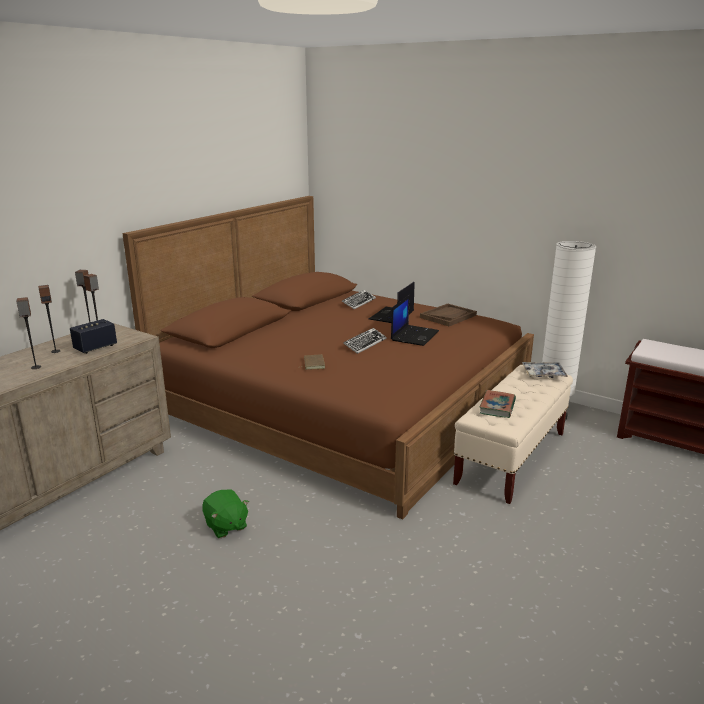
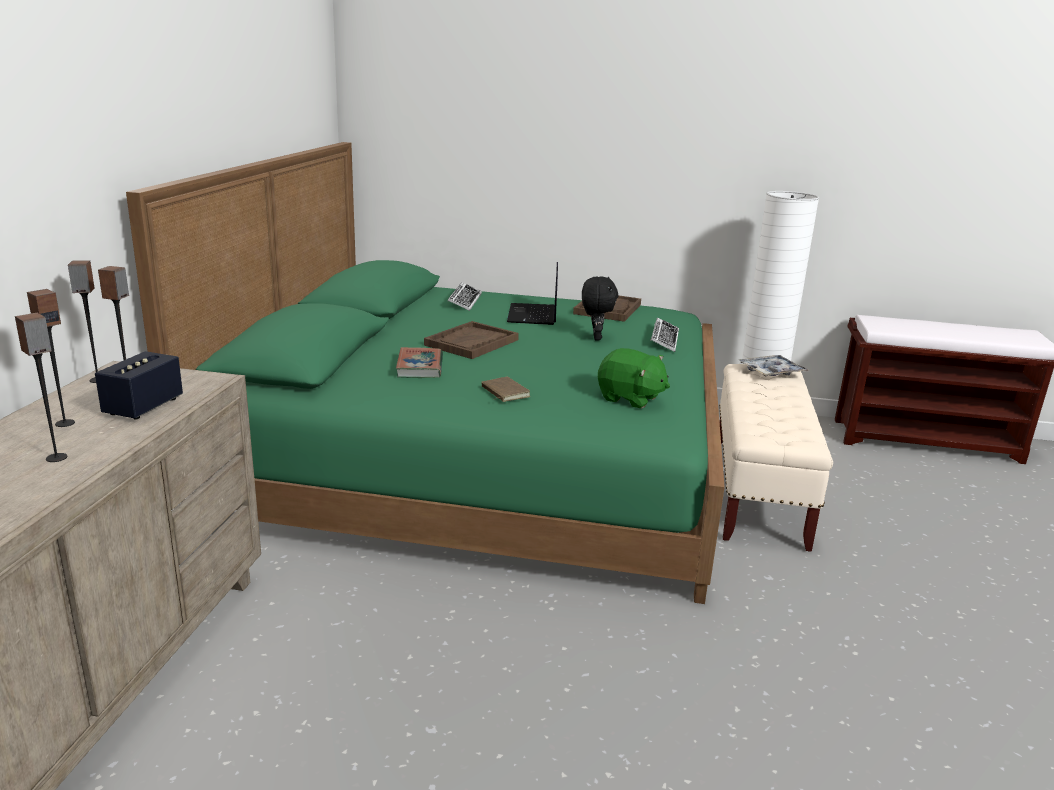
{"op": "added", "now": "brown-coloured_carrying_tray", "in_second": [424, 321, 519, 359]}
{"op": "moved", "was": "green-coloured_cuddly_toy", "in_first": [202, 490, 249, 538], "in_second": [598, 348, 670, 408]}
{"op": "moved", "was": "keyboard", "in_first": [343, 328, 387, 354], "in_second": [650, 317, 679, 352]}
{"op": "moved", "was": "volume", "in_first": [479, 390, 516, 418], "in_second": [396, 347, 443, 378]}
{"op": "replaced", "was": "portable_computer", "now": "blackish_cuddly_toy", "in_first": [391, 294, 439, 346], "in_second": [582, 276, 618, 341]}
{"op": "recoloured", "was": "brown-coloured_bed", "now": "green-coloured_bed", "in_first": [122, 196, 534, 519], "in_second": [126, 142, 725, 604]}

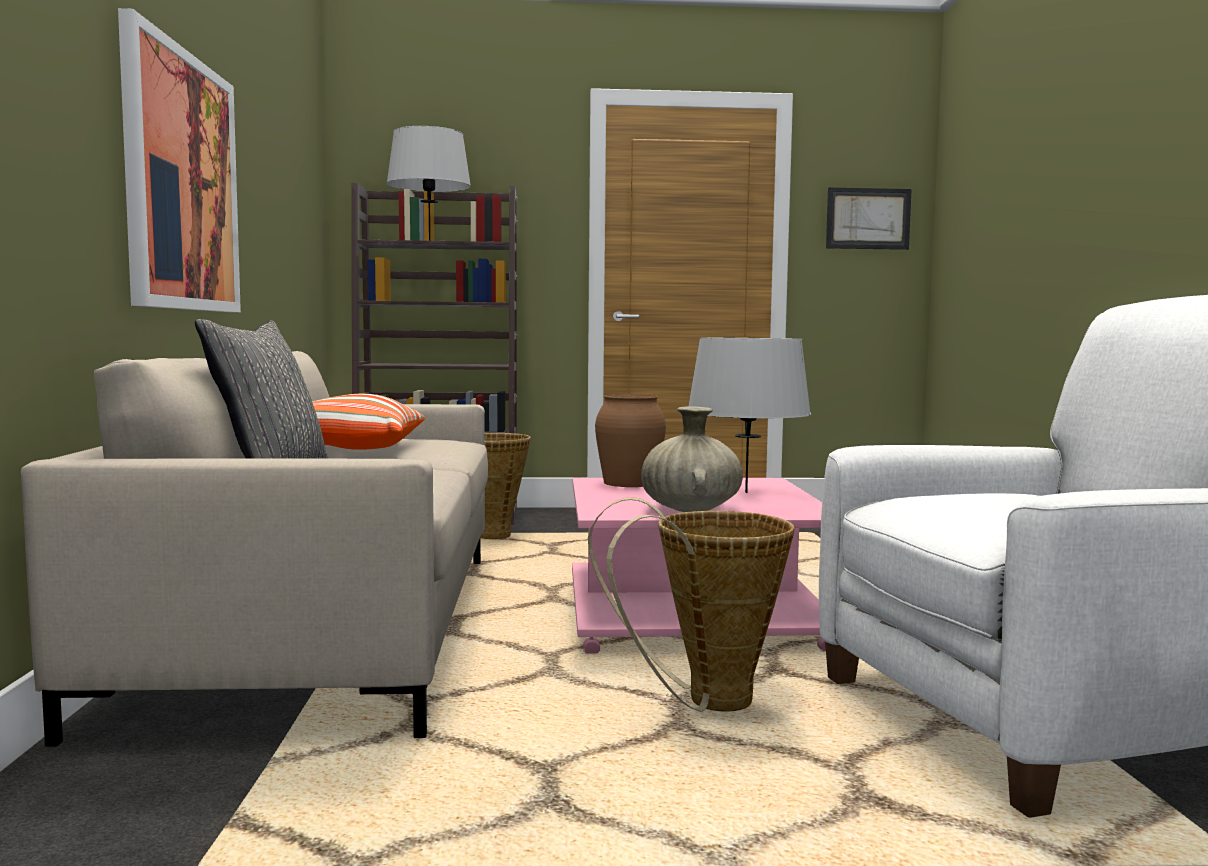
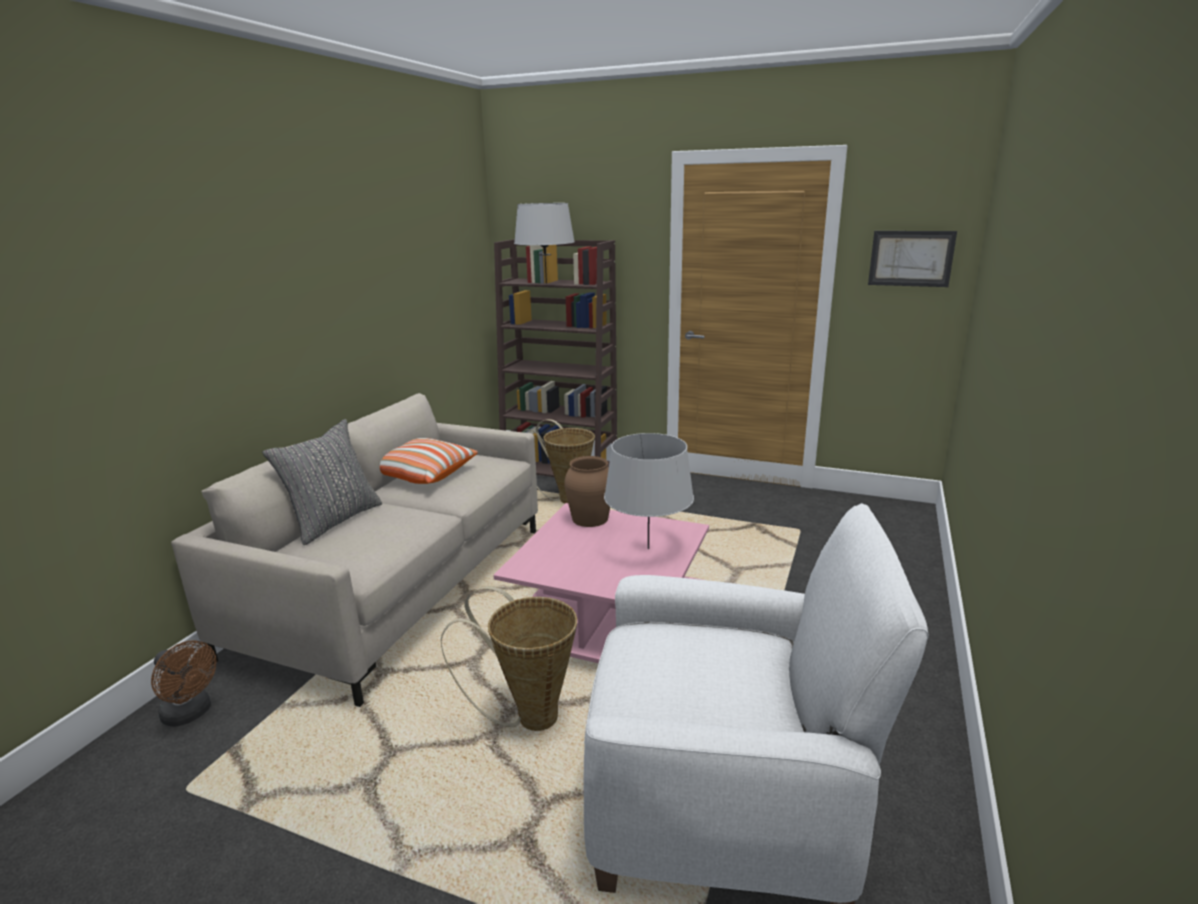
{"op": "removed", "was": "wall_art", "in_first": [118, 8, 241, 312]}
{"op": "removed", "was": "beige-coloured_flower_vase", "in_first": [641, 407, 743, 512]}
{"op": "added", "now": "brown-coloured_fan", "in_second": [151, 640, 216, 727]}

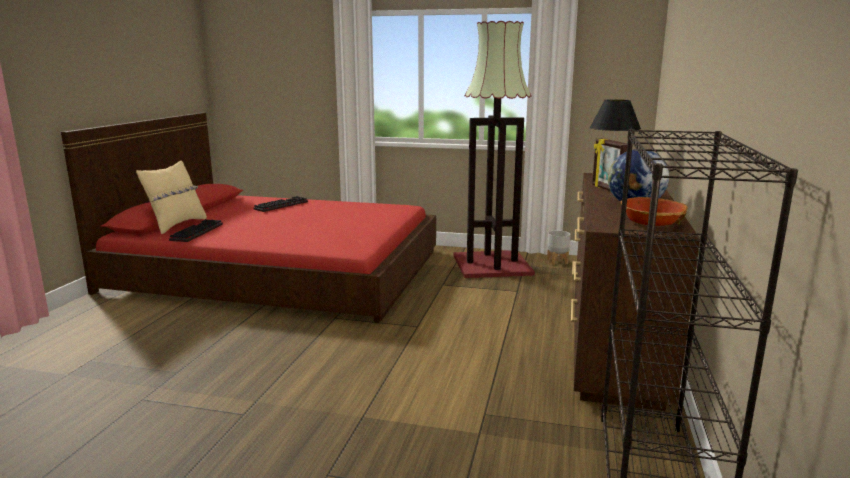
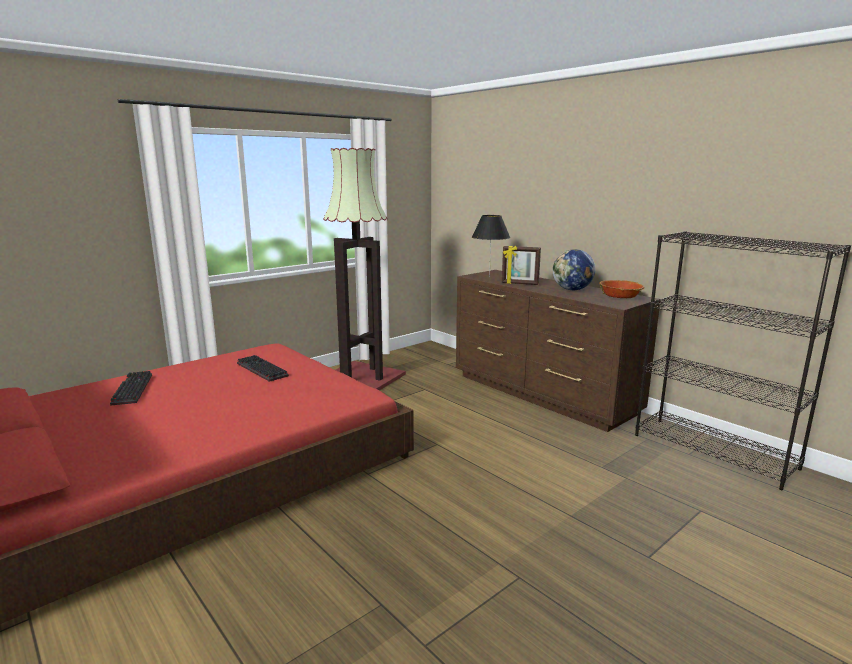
{"op": "removed", "was": "beige-coloured_cushion", "in_first": [136, 161, 207, 234]}
{"op": "removed", "was": "greyish_planter", "in_first": [547, 231, 571, 265]}
{"op": "moved", "was": "keyboard", "in_first": [169, 219, 223, 242], "in_second": [237, 355, 289, 382]}

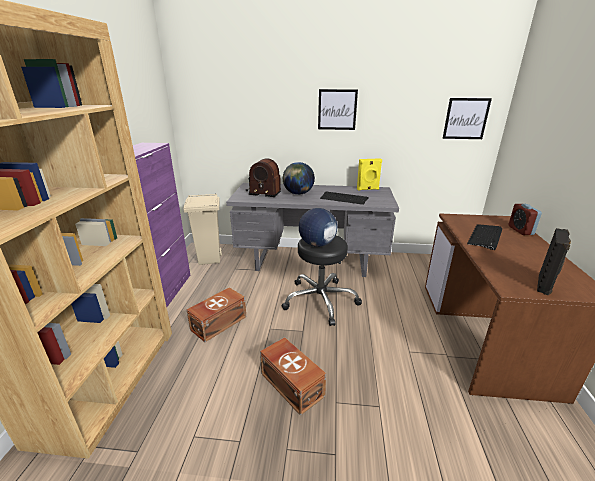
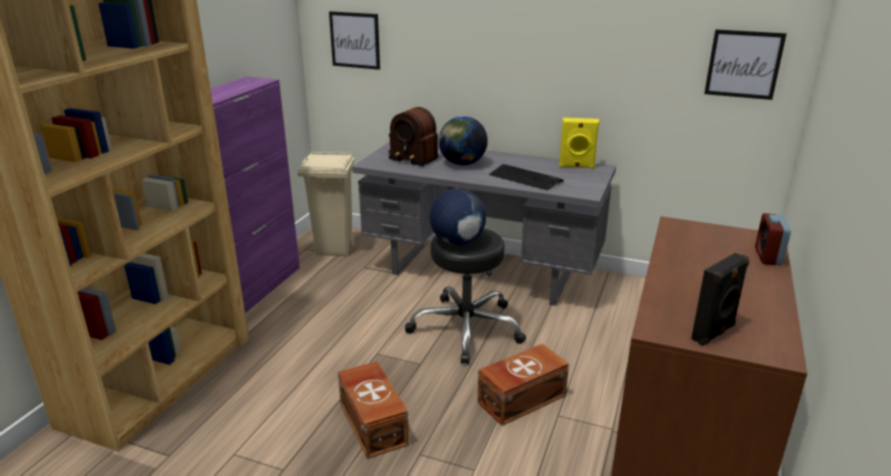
{"op": "removed", "was": "keyboard", "in_first": [467, 224, 502, 250]}
{"op": "moved", "was": "brown-coloured_storage_container", "in_first": [186, 287, 246, 342], "in_second": [478, 344, 569, 426]}
{"op": "moved", "was": "wall_art", "in_first": [318, 89, 358, 130], "in_second": [329, 11, 380, 70]}

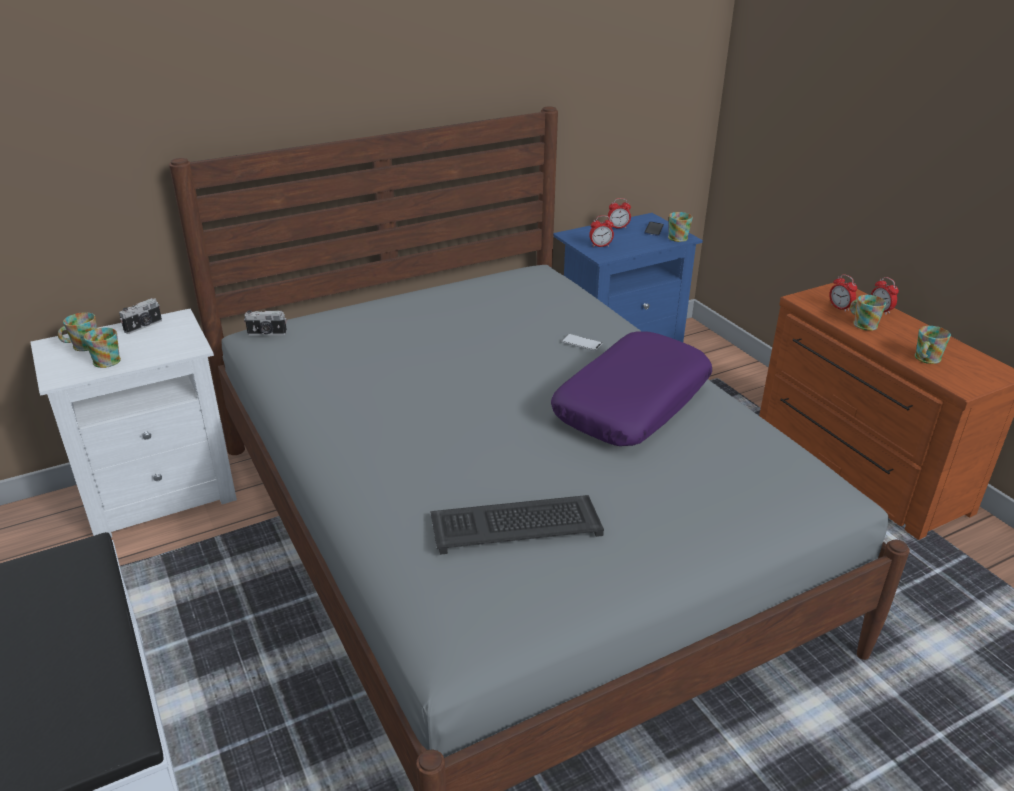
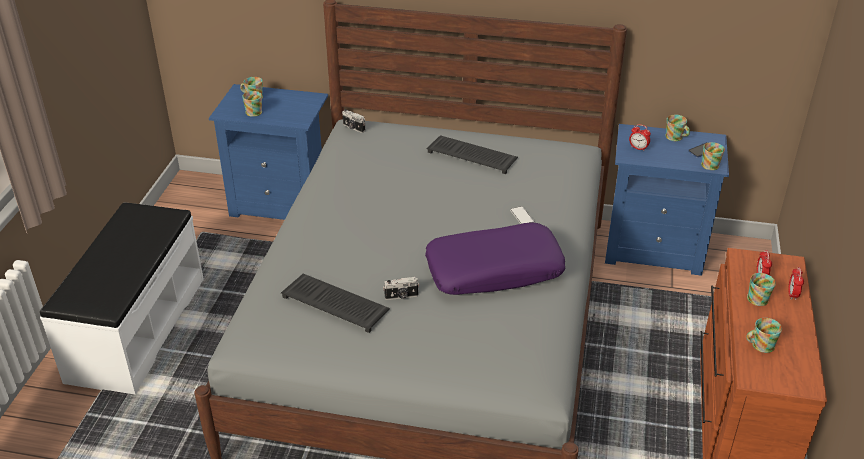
{"op": "added", "now": "keyboard", "in_second": [427, 135, 518, 174]}
{"op": "moved", "was": "still_camera", "in_first": [119, 298, 162, 334], "in_second": [383, 277, 419, 300]}
{"op": "replaced", "was": "alarm_clock", "now": "tea_mug", "in_first": [608, 198, 631, 229], "in_second": [665, 115, 690, 141]}
{"op": "recoloured", "was": "white-coloured_bedside_table", "now": "blue_bedside_table", "in_first": [30, 308, 237, 538], "in_second": [209, 84, 328, 220]}

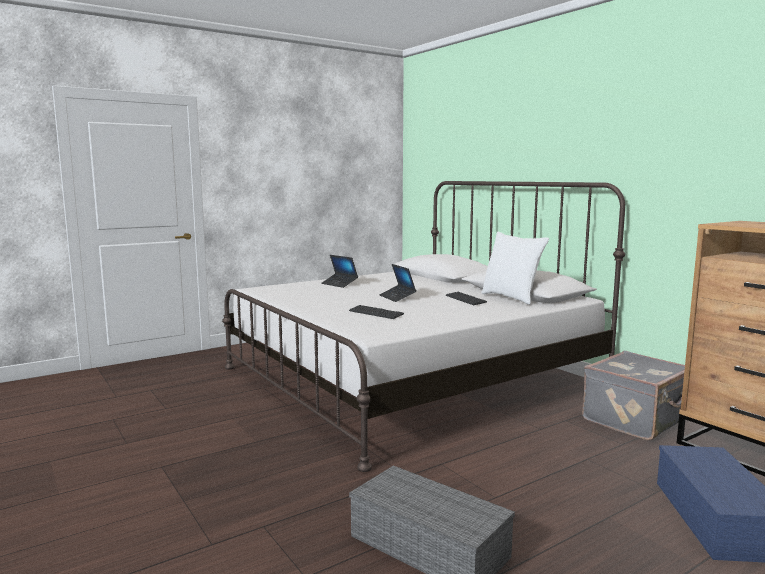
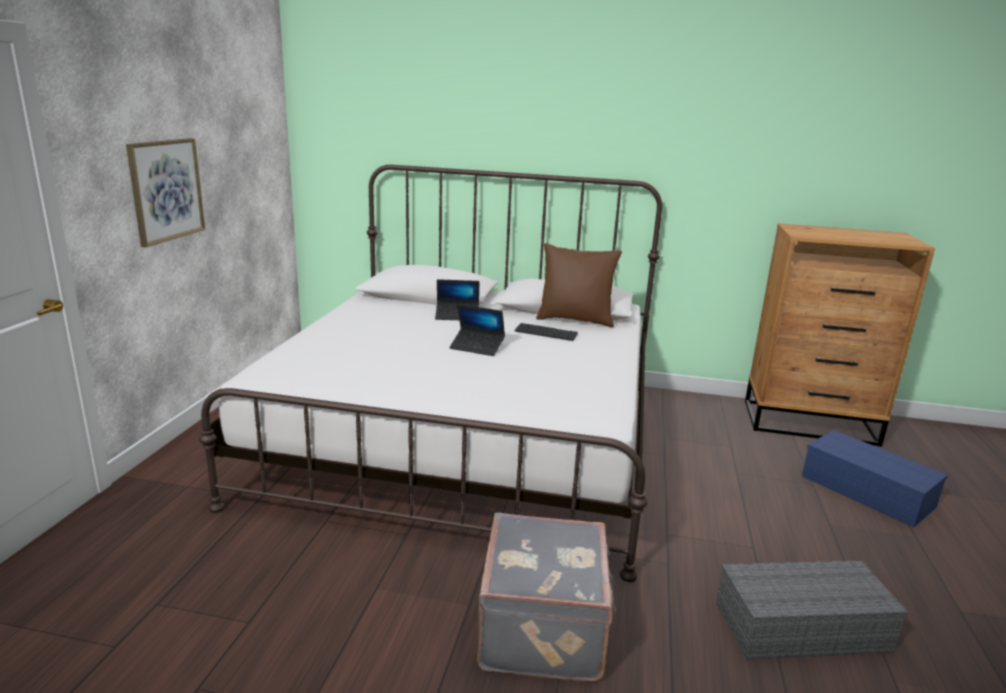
{"op": "removed", "was": "keyboard", "in_first": [349, 305, 404, 319]}
{"op": "added", "now": "wall_art", "in_second": [126, 138, 205, 247]}
{"op": "moved", "was": "portable_computer", "in_first": [321, 255, 358, 288], "in_second": [435, 279, 479, 320]}
{"op": "moved", "was": "greyish_travel_case", "in_first": [582, 351, 685, 440], "in_second": [477, 513, 616, 682]}
{"op": "recoloured", "was": "white-coloured_cushion", "now": "brown-coloured_cushion", "in_first": [481, 232, 549, 305], "in_second": [536, 243, 622, 327]}

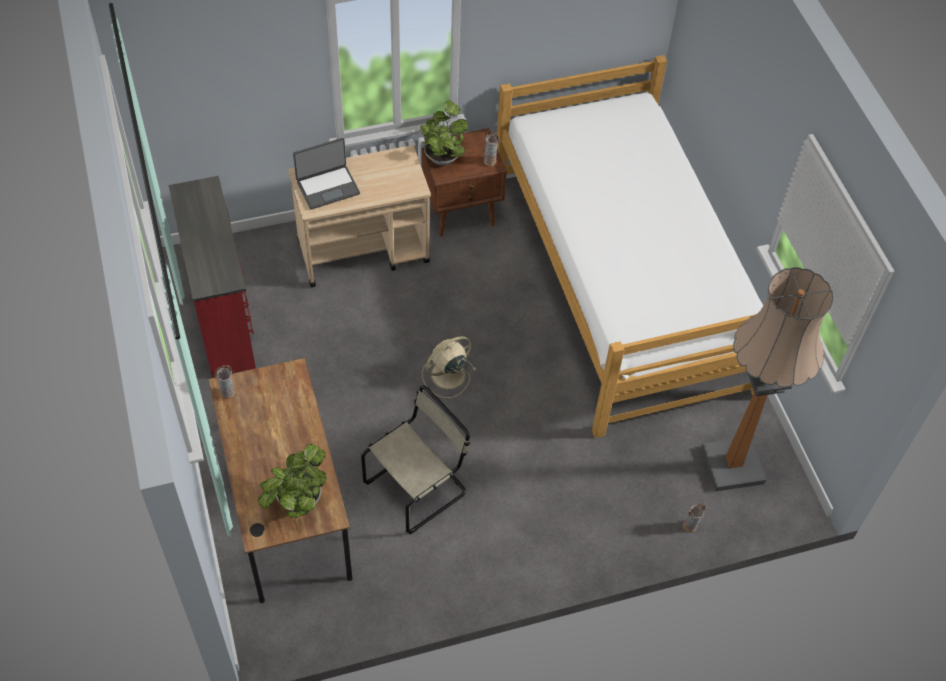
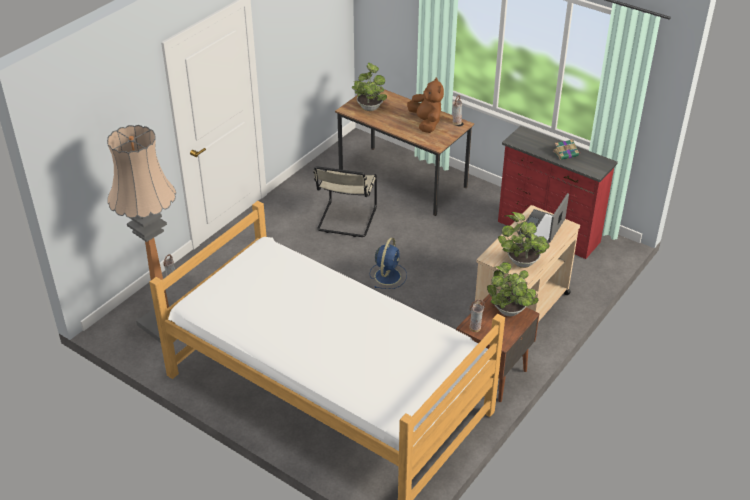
{"op": "added", "now": "brown-coloured_cuddly_toy", "in_second": [407, 78, 444, 133]}
{"op": "added", "now": "potted_plant", "in_second": [498, 212, 550, 268]}
{"op": "added", "now": "volume", "in_second": [553, 139, 580, 160]}
{"op": "recoloured", "was": "beige-coloured_fan", "now": "blue_fan", "in_first": [422, 336, 476, 398], "in_second": [370, 238, 407, 289]}

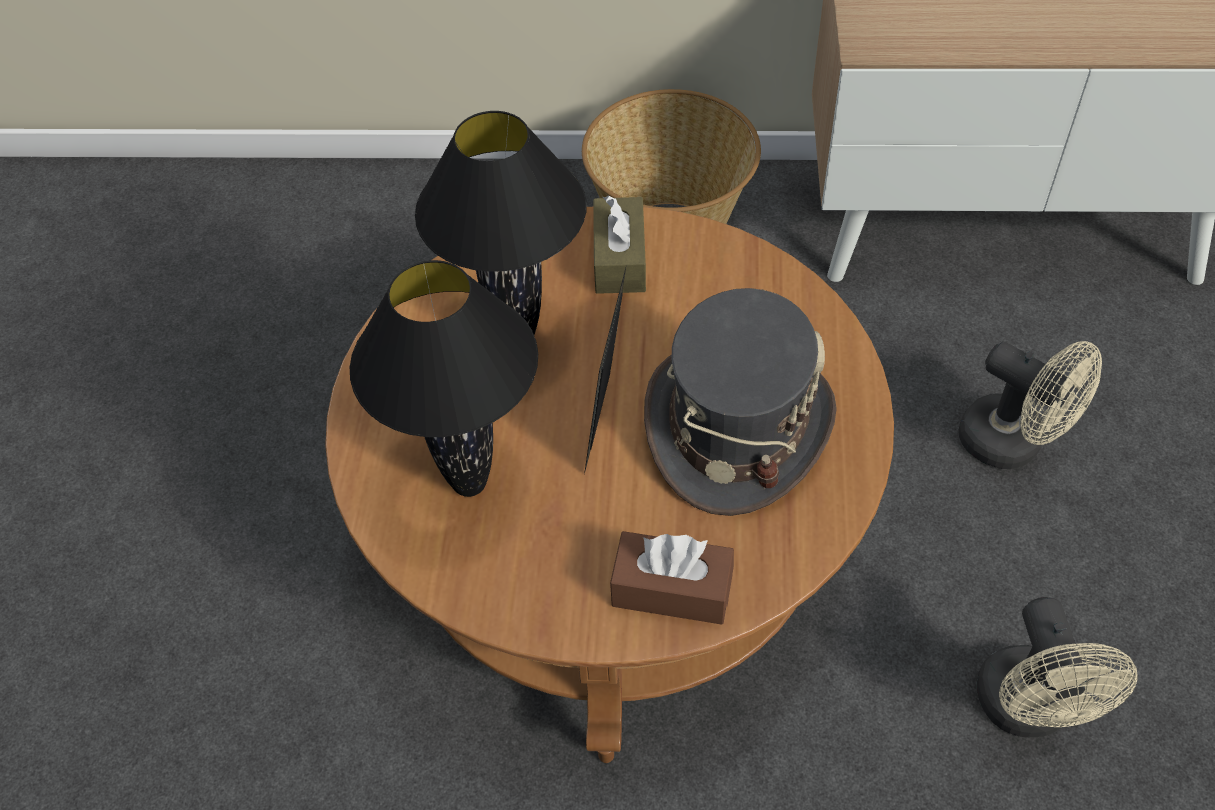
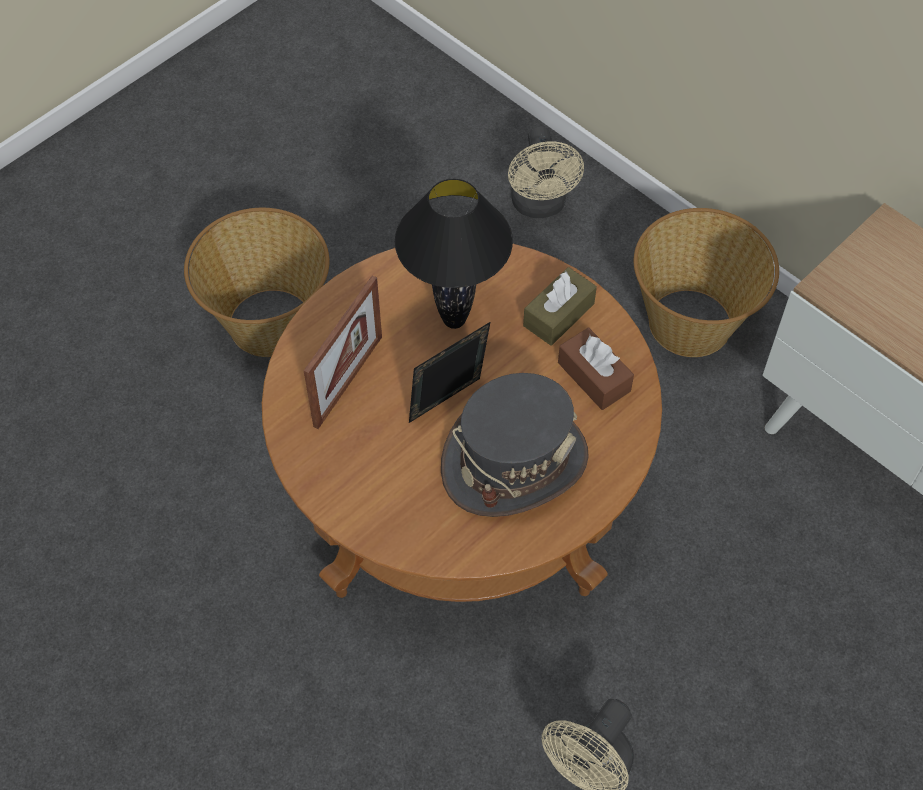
{"op": "added", "now": "household_basket", "in_second": [184, 208, 330, 357]}
{"op": "moved", "was": "brown-coloured_tissue_holder", "in_first": [610, 531, 734, 625], "in_second": [558, 328, 634, 410]}
{"op": "moved", "was": "beige-coloured_fan", "in_first": [958, 341, 1102, 469], "in_second": [508, 126, 584, 218]}
{"op": "replaced", "was": "blackish_table_lamp", "now": "standing_frame", "in_first": [350, 260, 538, 497], "in_second": [304, 275, 382, 429]}

